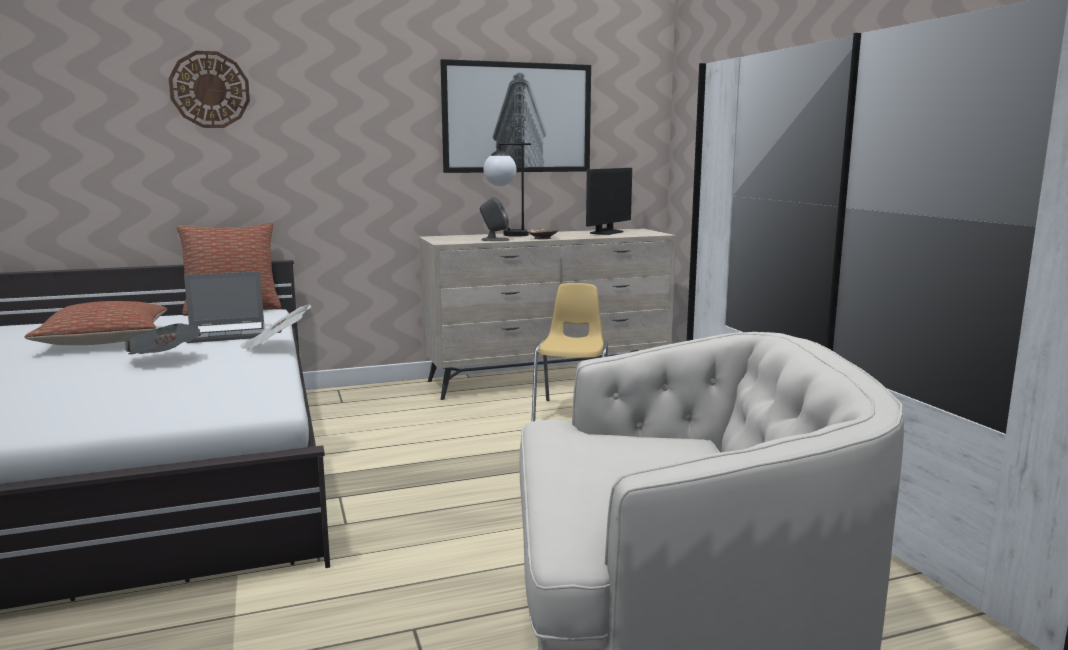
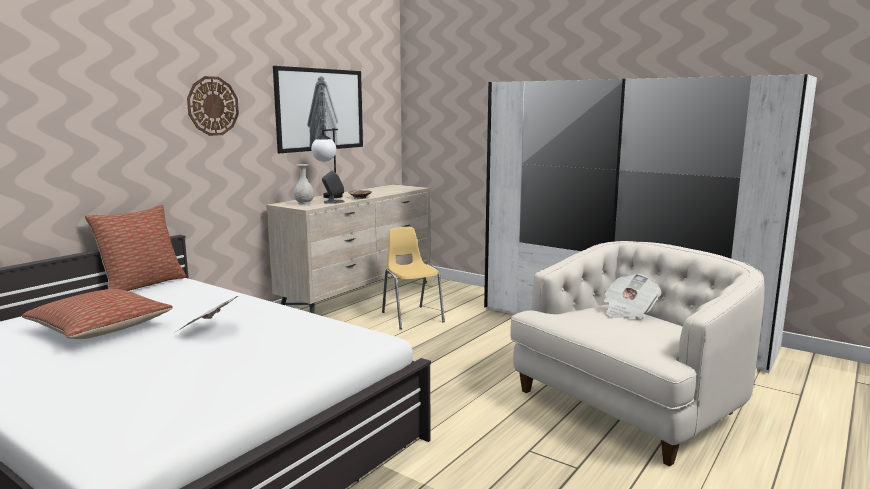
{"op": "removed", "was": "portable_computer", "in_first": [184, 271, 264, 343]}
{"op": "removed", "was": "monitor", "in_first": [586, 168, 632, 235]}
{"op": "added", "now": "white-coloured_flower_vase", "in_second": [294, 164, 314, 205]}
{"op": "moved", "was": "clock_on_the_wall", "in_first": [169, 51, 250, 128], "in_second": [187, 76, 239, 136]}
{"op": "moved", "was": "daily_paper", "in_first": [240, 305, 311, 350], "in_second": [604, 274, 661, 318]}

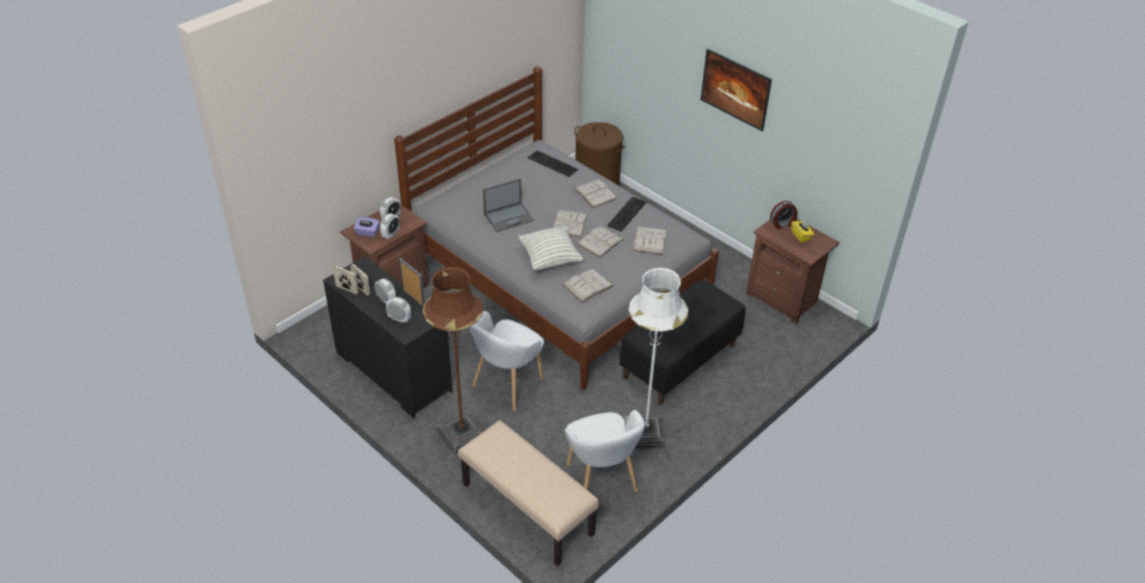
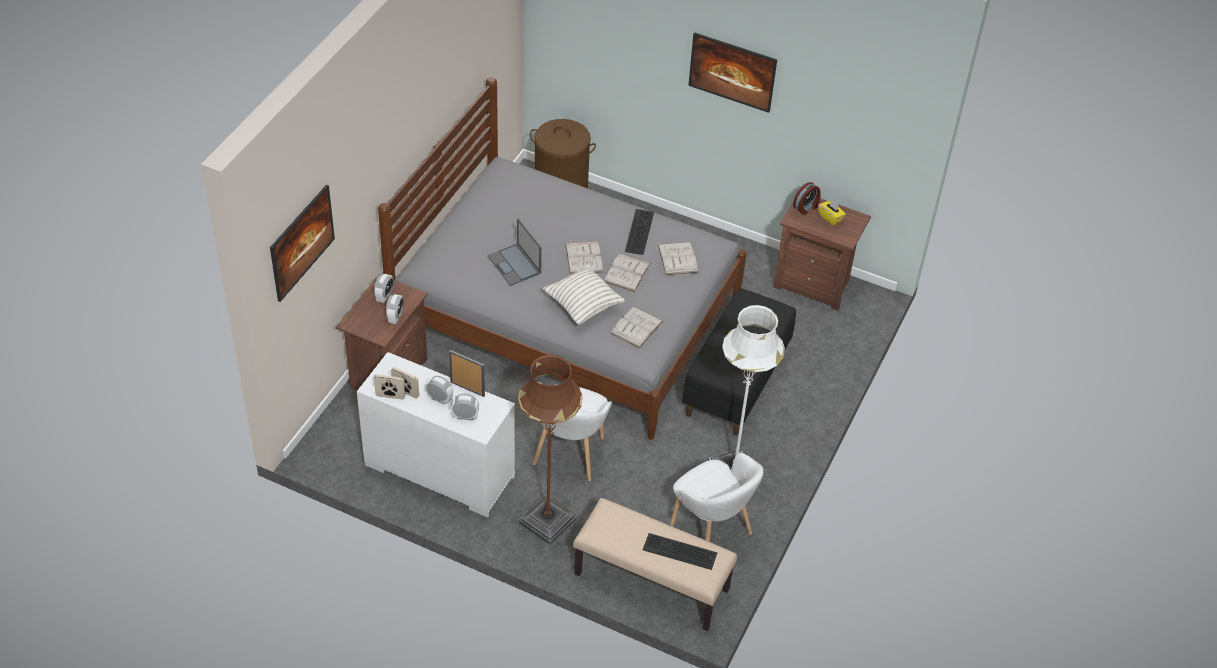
{"op": "removed", "was": "purple-coloured_tissue_holder", "in_first": [354, 217, 380, 237]}
{"op": "removed", "was": "white-coloured_volume", "in_first": [573, 179, 617, 208]}
{"op": "added", "now": "wall_art", "in_second": [270, 184, 335, 302]}
{"op": "moved", "was": "keyboard", "in_first": [527, 150, 578, 177], "in_second": [643, 533, 717, 570]}
{"op": "recoloured", "was": "blackish_chest_of_drawers", "now": "white-coloured_chest_of_drawers", "in_first": [323, 256, 452, 418], "in_second": [357, 352, 515, 517]}
{"op": "turned", "was": "portable_computer", "in_first": [483, 178, 534, 232], "in_second": [487, 218, 542, 286], "clockwise": 105}

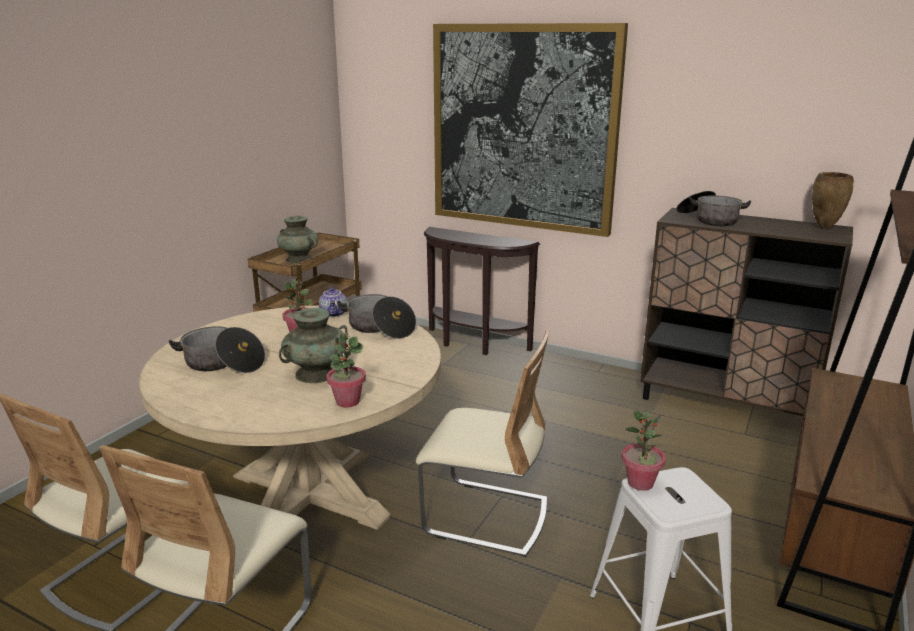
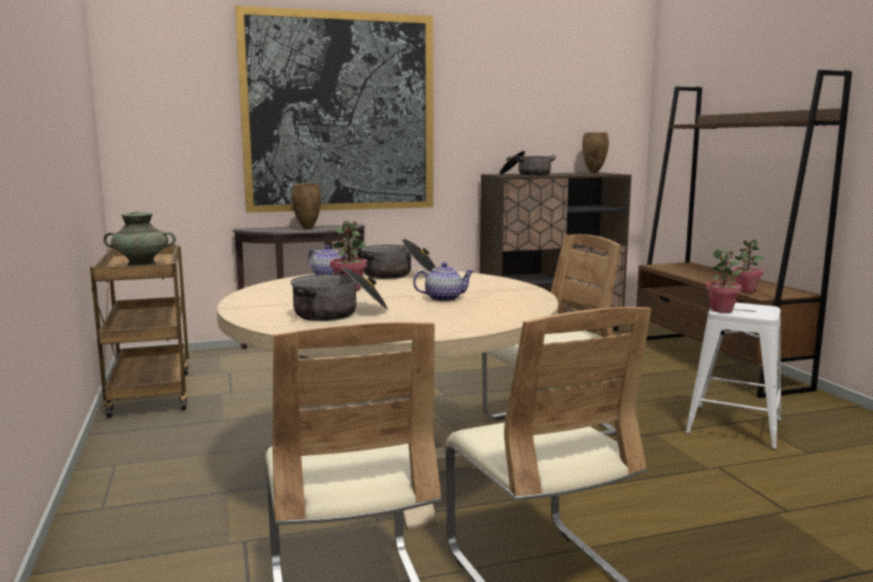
{"op": "added", "now": "brown-coloured_flower_vase", "in_second": [291, 183, 321, 229]}
{"op": "moved", "was": "potted_plant", "in_first": [327, 333, 366, 408], "in_second": [733, 240, 763, 293]}
{"op": "replaced", "was": "blue-green_flower_vase", "now": "tea_pot", "in_first": [279, 308, 347, 383], "in_second": [413, 262, 474, 302]}

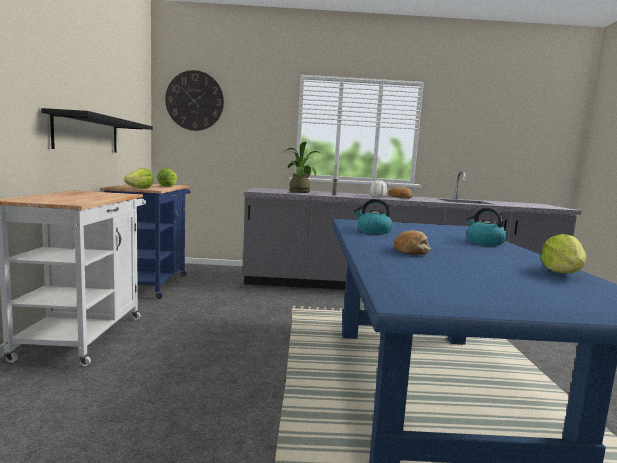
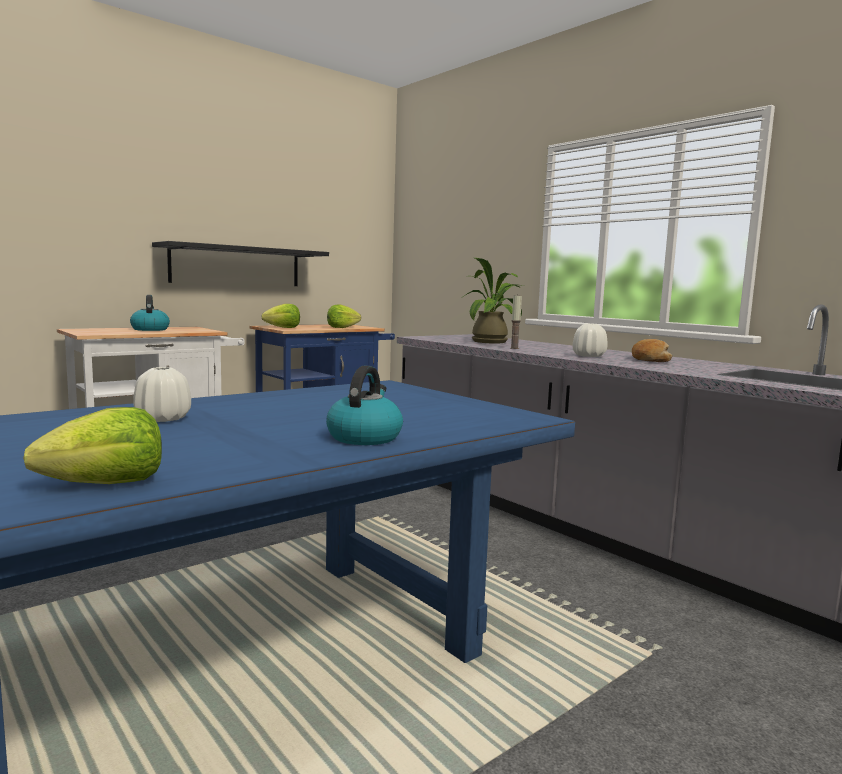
{"op": "removed", "was": "clock_on_the_wall", "in_first": [165, 70, 224, 131]}
{"op": "moved", "was": "tea_kettle", "in_first": [354, 199, 393, 234], "in_second": [130, 295, 170, 331]}
{"op": "replaced", "was": "baked_bread", "now": "white-coloured_flower_vase", "in_first": [394, 231, 431, 255], "in_second": [133, 367, 191, 422]}

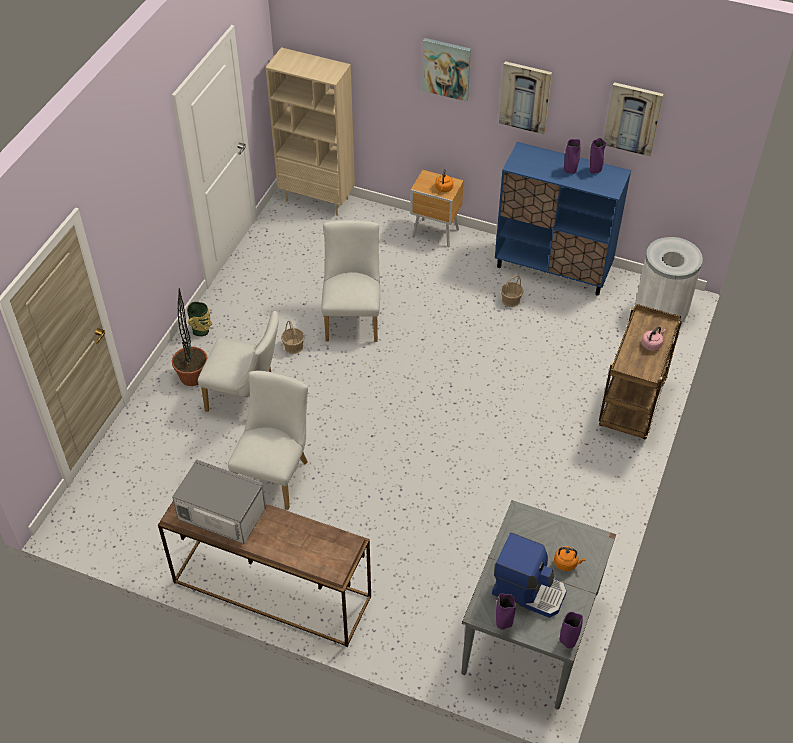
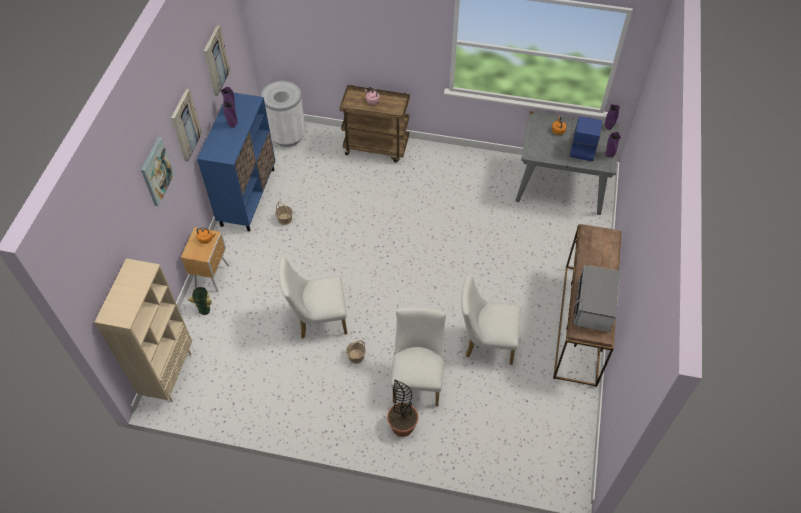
{"op": "moved", "was": "flower_vase", "in_first": [187, 302, 212, 336], "in_second": [188, 287, 212, 315]}

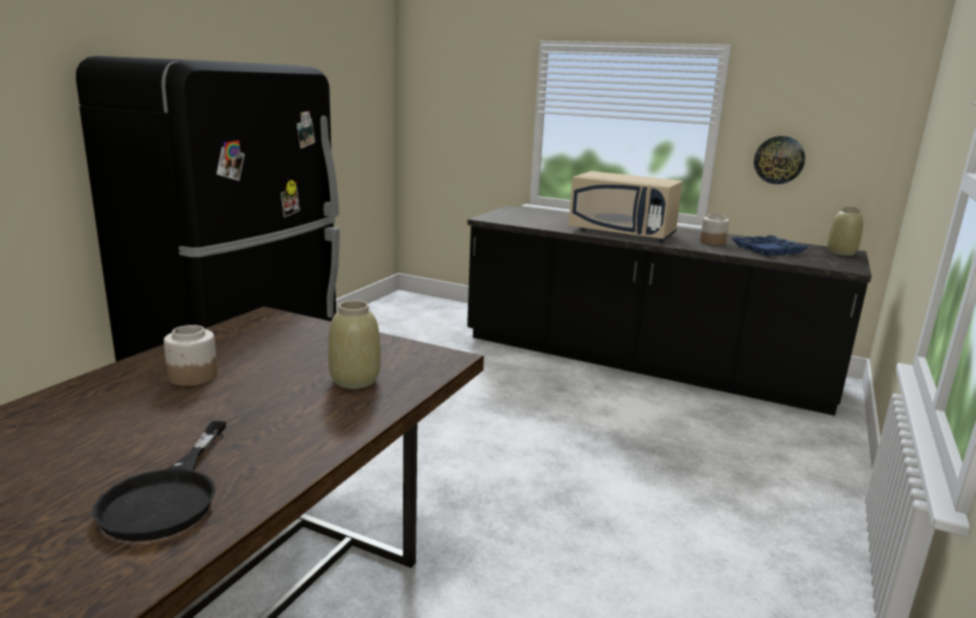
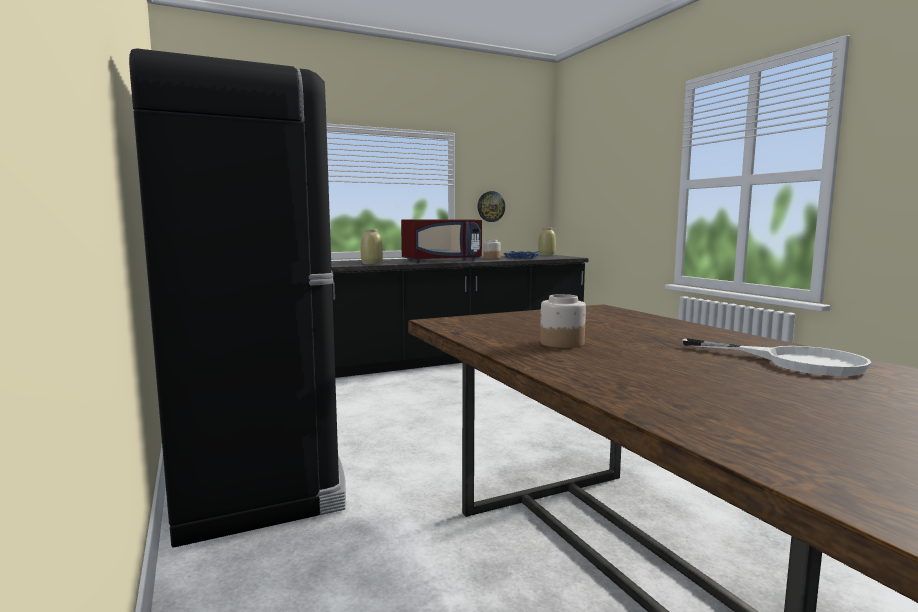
{"op": "moved", "was": "beige-coloured_flower_vase", "in_first": [328, 301, 381, 389], "in_second": [361, 229, 383, 265]}
{"op": "recoloured", "was": "blackish_frying_pan", "now": "white-coloured_frying_pan", "in_first": [93, 421, 226, 542], "in_second": [682, 338, 871, 376]}
{"op": "recoloured", "was": "beige-coloured_microwave_oven", "now": "red_microwave_oven", "in_first": [569, 171, 683, 242], "in_second": [401, 219, 482, 263]}

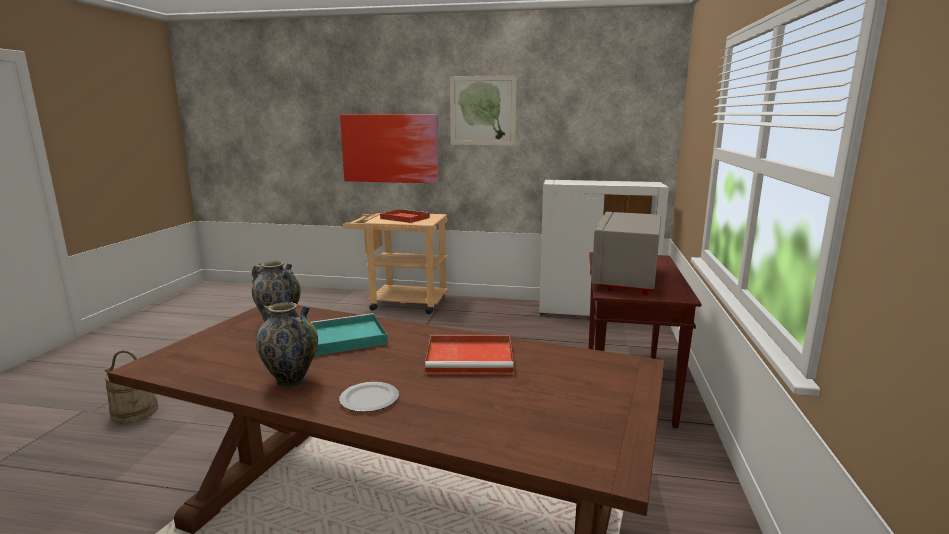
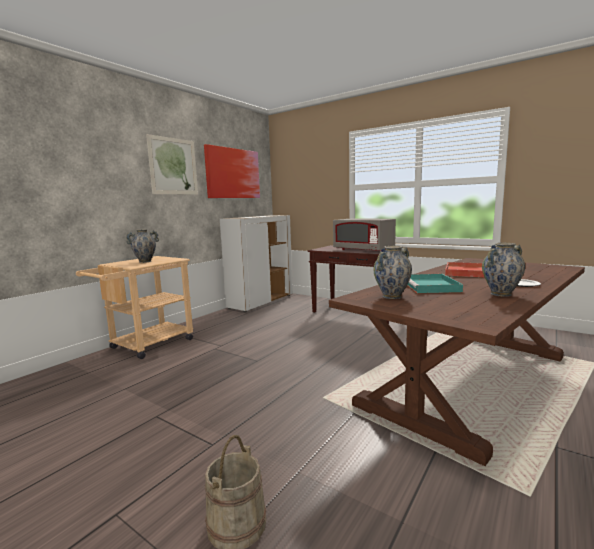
{"op": "moved", "was": "wall_art", "in_first": [340, 115, 439, 183], "in_second": [204, 144, 260, 198]}
{"op": "replaced", "was": "red_carrying_tray", "now": "flower_vase", "in_first": [380, 209, 430, 223], "in_second": [126, 229, 159, 263]}

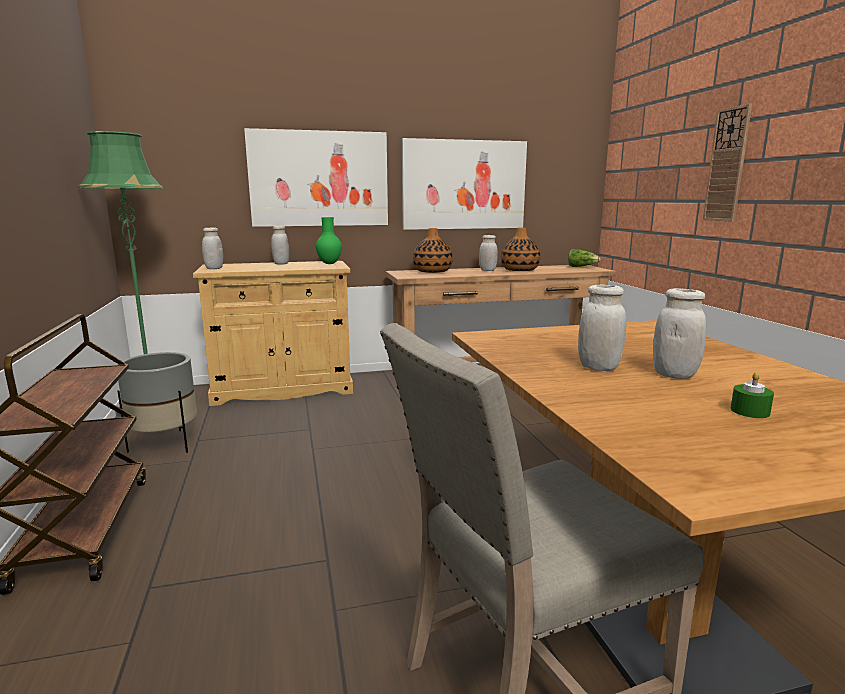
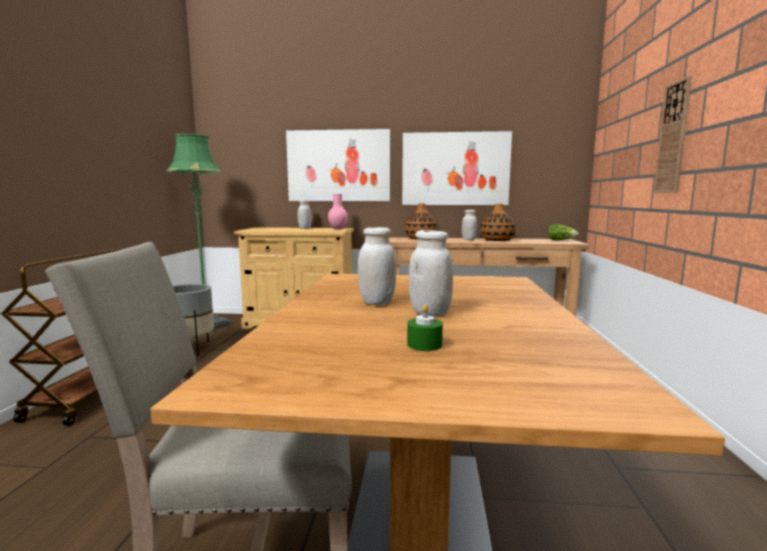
{"op": "removed", "was": "white-coloured_preserve_jar", "in_first": [202, 227, 223, 269]}
{"op": "recoloured", "was": "green-coloured_flower_vase", "now": "pink_flower_vase", "in_first": [316, 217, 342, 264], "in_second": [328, 194, 348, 229]}

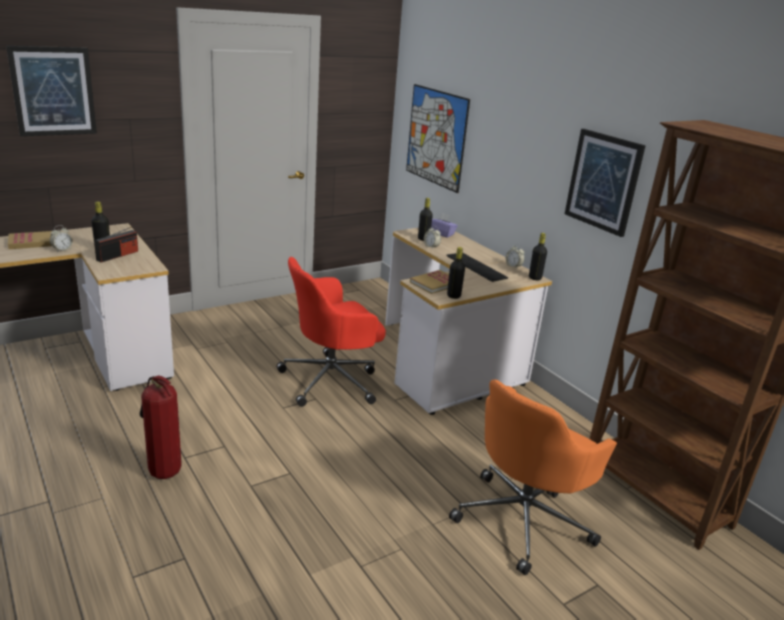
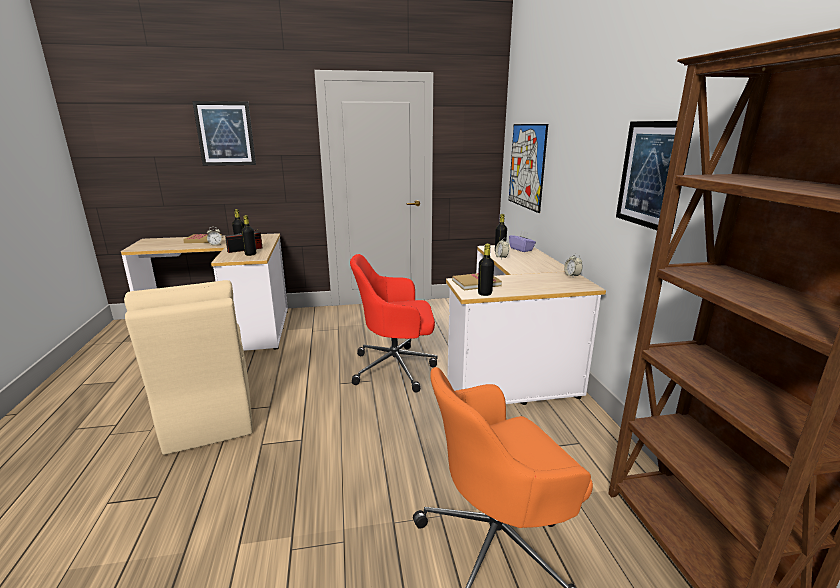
{"op": "removed", "was": "keyboard", "in_first": [446, 252, 508, 282]}
{"op": "moved", "was": "blackish_beverage_bottle", "in_first": [529, 233, 547, 280], "in_second": [241, 215, 256, 256]}
{"op": "replaced", "was": "fire-fighting_cylinder", "now": "beige-coloured_chair", "in_first": [140, 375, 182, 479], "in_second": [124, 280, 253, 455]}

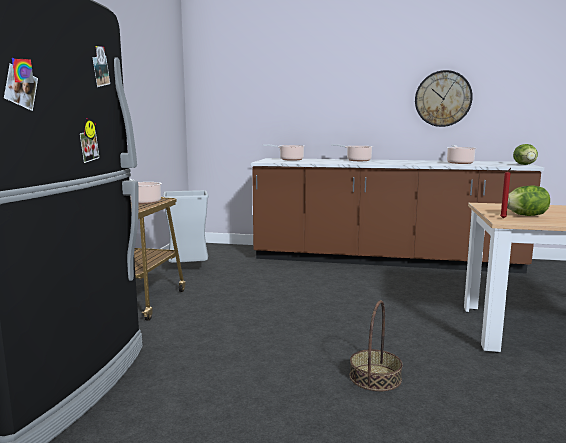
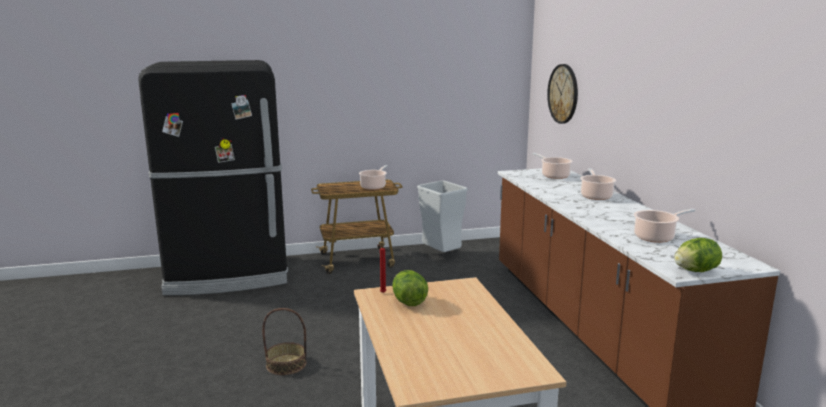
{"op": "moved", "was": "clock_on_the_wall", "in_first": [415, 70, 473, 127], "in_second": [547, 64, 578, 124]}

